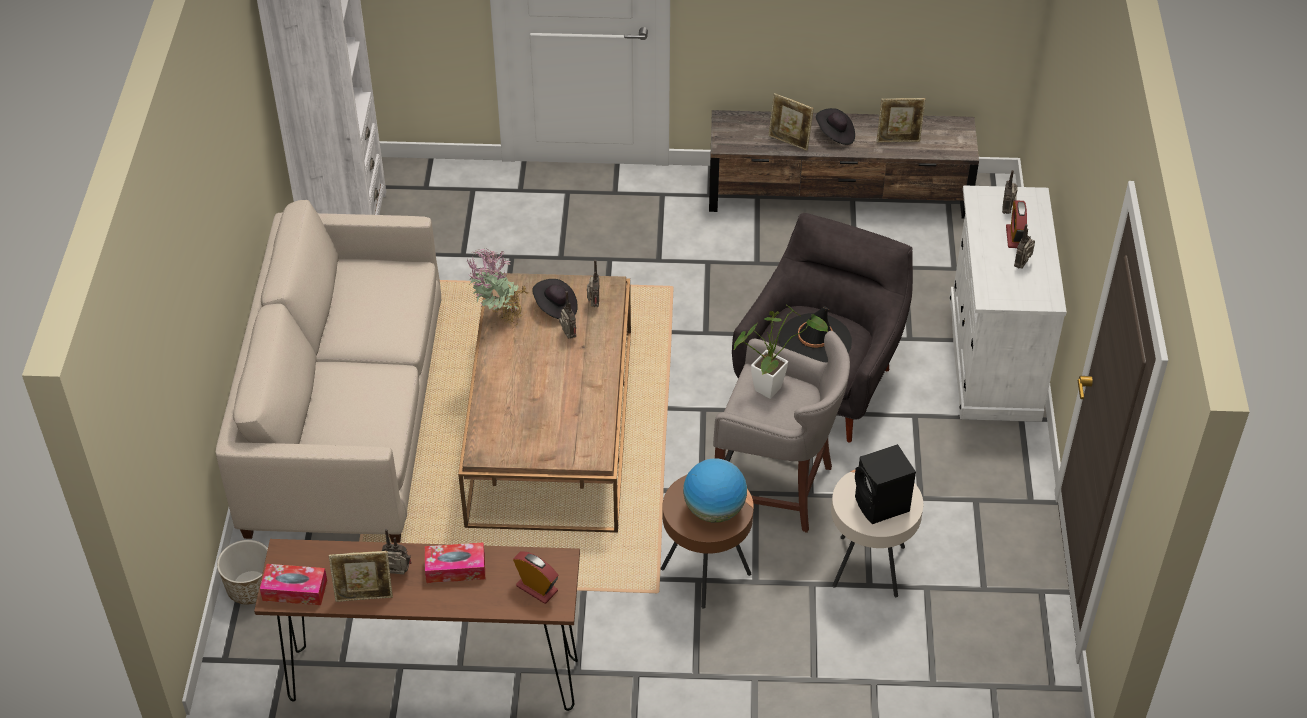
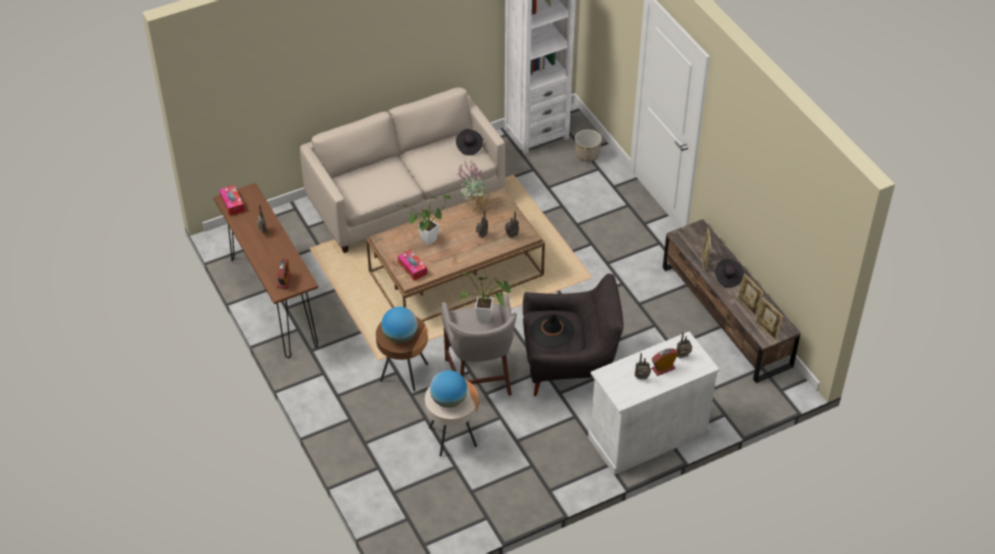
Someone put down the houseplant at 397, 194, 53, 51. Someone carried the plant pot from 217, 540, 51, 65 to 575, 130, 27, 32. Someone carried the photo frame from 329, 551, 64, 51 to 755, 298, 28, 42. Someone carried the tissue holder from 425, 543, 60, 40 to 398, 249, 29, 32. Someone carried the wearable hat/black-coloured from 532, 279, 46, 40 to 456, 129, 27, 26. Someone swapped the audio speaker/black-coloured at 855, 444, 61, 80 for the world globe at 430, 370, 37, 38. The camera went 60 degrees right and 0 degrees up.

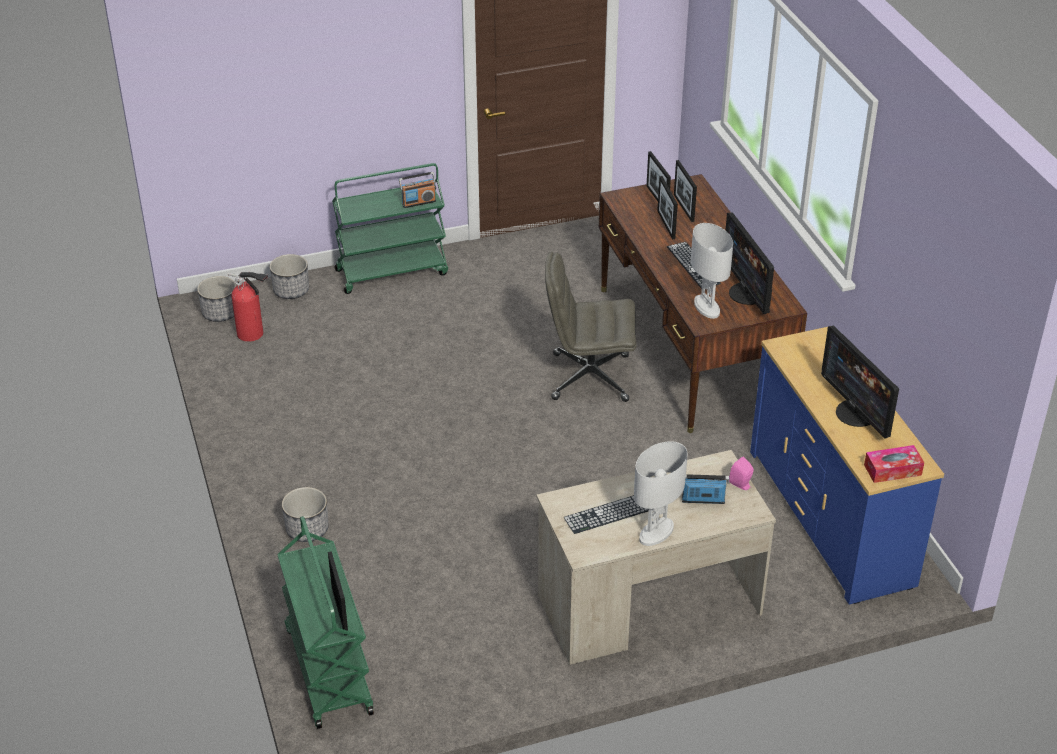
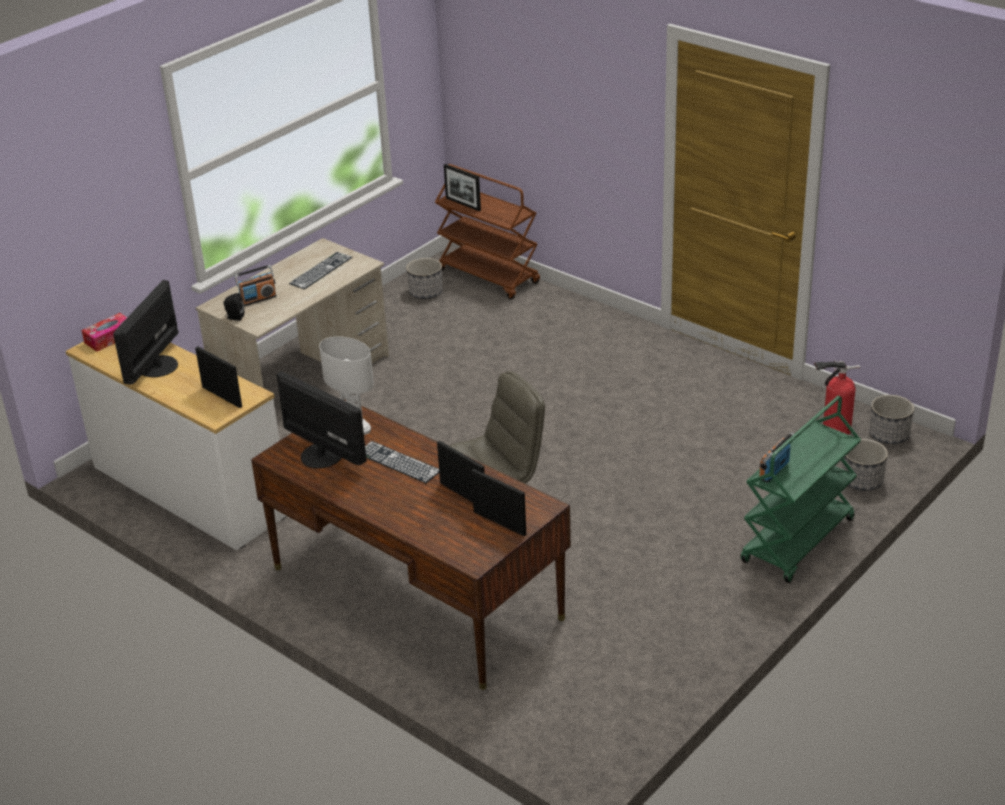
Someone took away the lamp for a table/whitish at 634, 441, 53, 105. Someone carried the plant pot from 282, 487, 46, 55 to 406, 258, 37, 41. Someone carried the photo frame from 674, 160, 23, 62 to 195, 347, 47, 61. Someone repainted the wheeled cart/green at 277, 516, 97, 213, which became the wheeled cart/brownish at 435, 164, 105, 136. Someone repainted the audio speaker/pink-coloured at 729, 456, 25, 34, which became the audio speaker/black-coloured at 224, 293, 20, 28. Someone repainted the dresser/bluish at 750, 326, 194, 278, which became the dresser/whitish at 66, 341, 220, 210. Someone rotated the computer display at 821, 326, 78, 113 by 105 degrees counterclockwise. The camera went 150 degrees right and 5 degrees down.

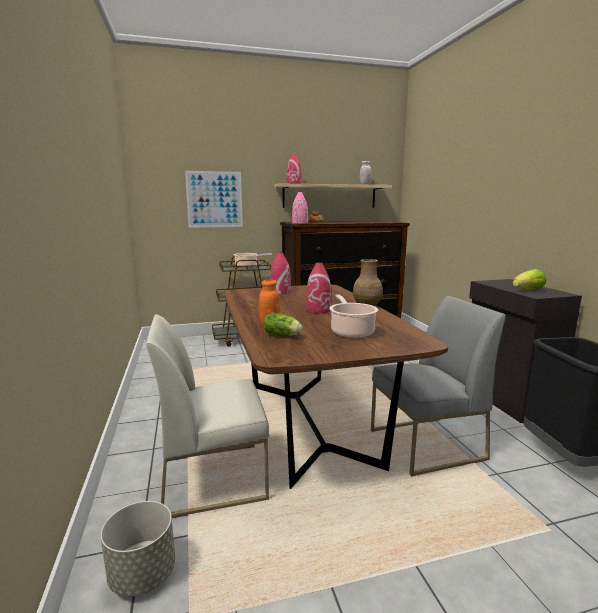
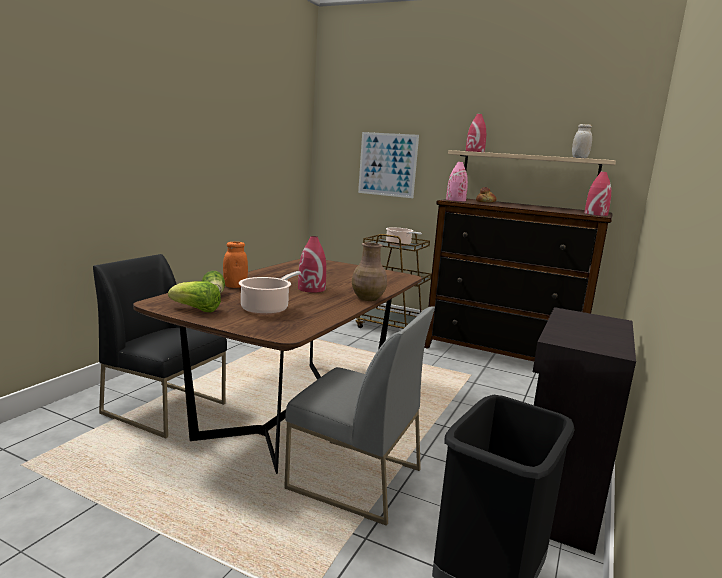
Someone took away the plant pot/gray at 101, 501, 74, 96. Someone carried the flower vase/reddish from 270, 252, 21, 42 to 585, 172, 26, 44. Someone carried the lettuce from 513, 269, 33, 21 to 168, 281, 53, 31. Someone repainted the upright chair/whitish at 146, 314, 123, 204, which became the upright chair/black-coloured at 93, 254, 134, 184. The camera went 40 degrees right and 0 degrees up.

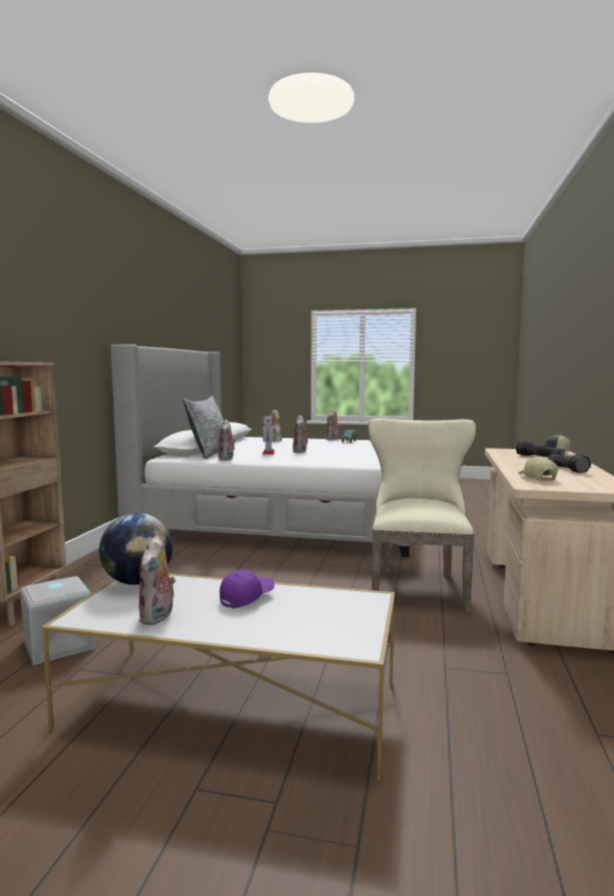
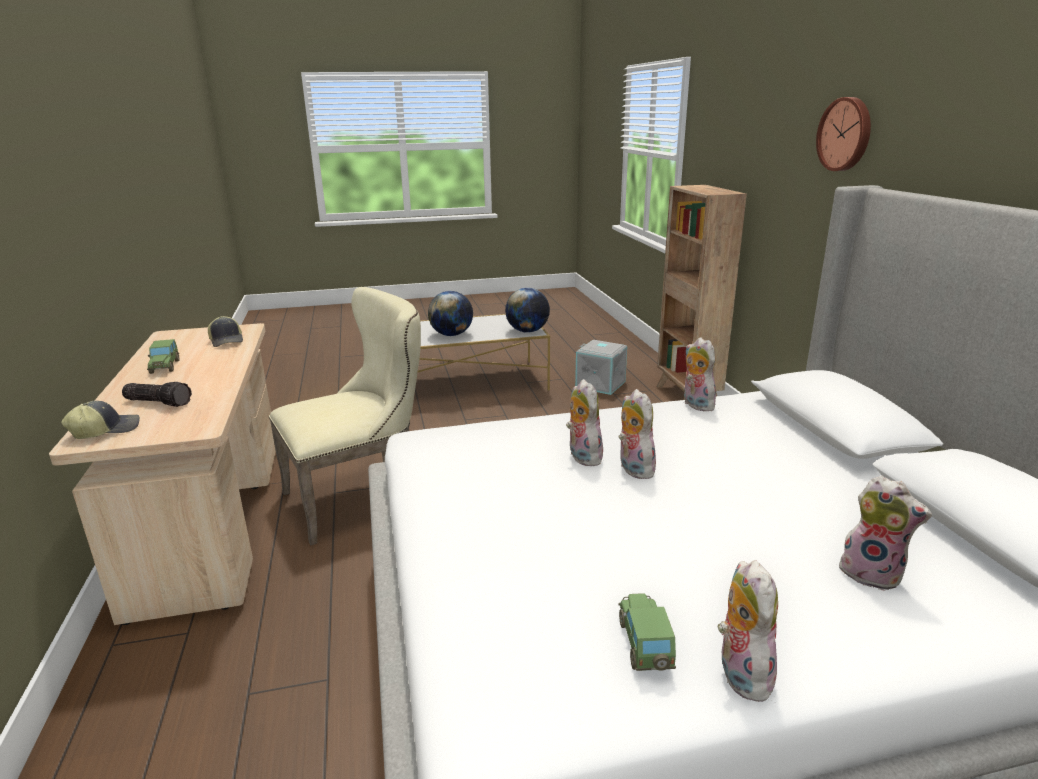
Someone took away the throw pillow at 183, 396, 41, 63. Someone took away the robot figure at 262, 416, 13, 38. Someone put up the wall clock at 816, 97, 55, 74. Someone carried the soft toy from 139, 536, 37, 89 to 566, 379, 37, 87. Someone swapped the cap/purple-coloured at 220, 569, 54, 39 for the world globe at 428, 291, 45, 45. Someone swapped the hand torch at 548, 454, 43, 19 for the model car at 147, 339, 32, 35. Someone rotated the upright chair/sand-coloured at 368, 418, 108, 195 by 105 degrees counterclockwise. The camera went 155 degrees right and 15 degrees up.

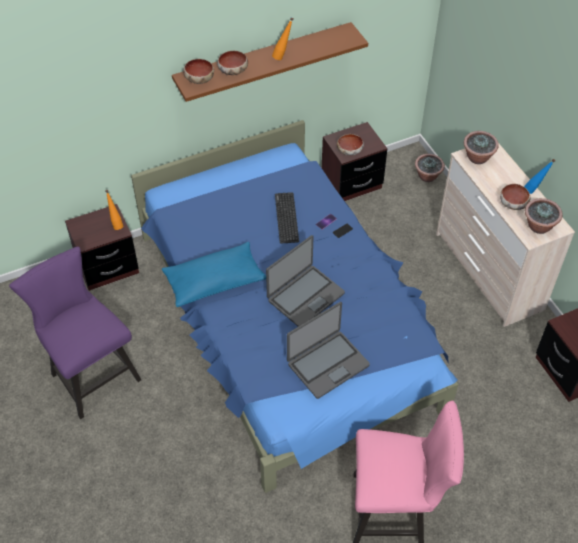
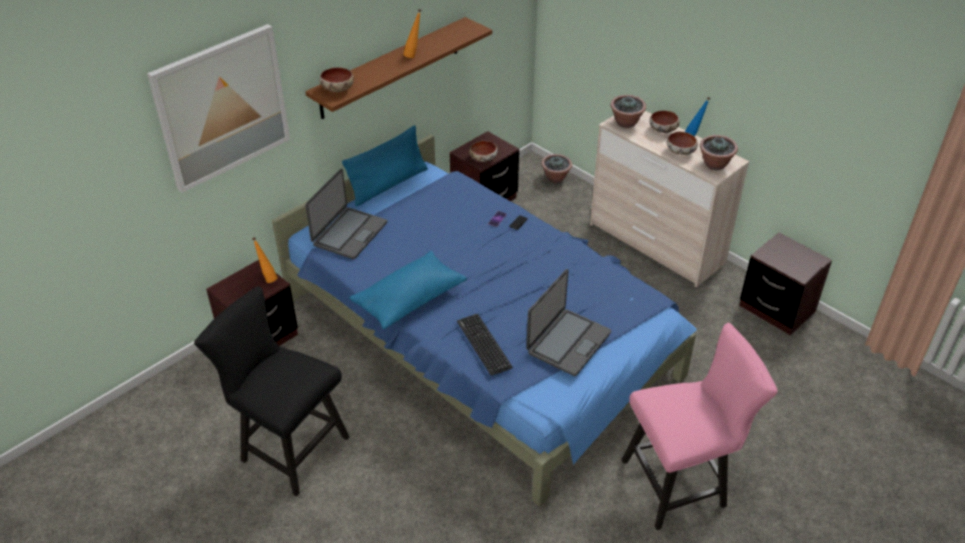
Someone put up the picture at 147, 24, 143, 169. Someone put down the throw pillow/bluish at 342, 125, 86, 82. Someone carried the bowl from 217, 51, 31, 24 to 649, 110, 31, 23. Someone carried the notebook computer from 266, 235, 79, 92 to 305, 169, 82, 90. Someone carried the keyboard from 275, 192, 24, 52 to 457, 314, 56, 62. Someone repainted the upright chair/purple-coloured at 9, 246, 132, 173, which became the upright chair/black-coloured at 194, 286, 155, 211. The camera went 20 degrees left and 10 degrees down.

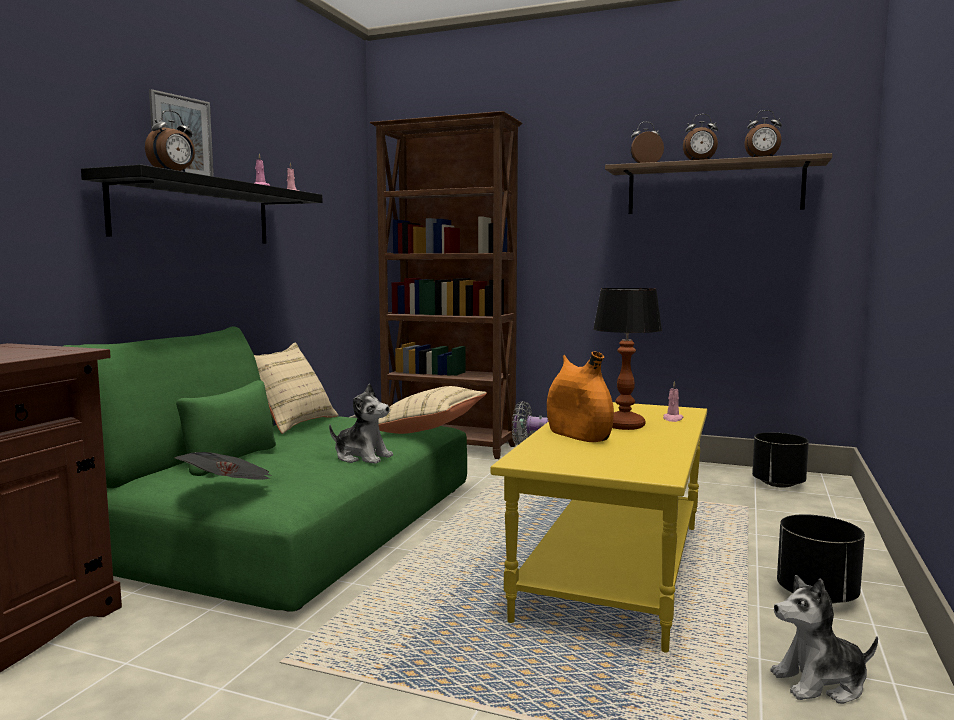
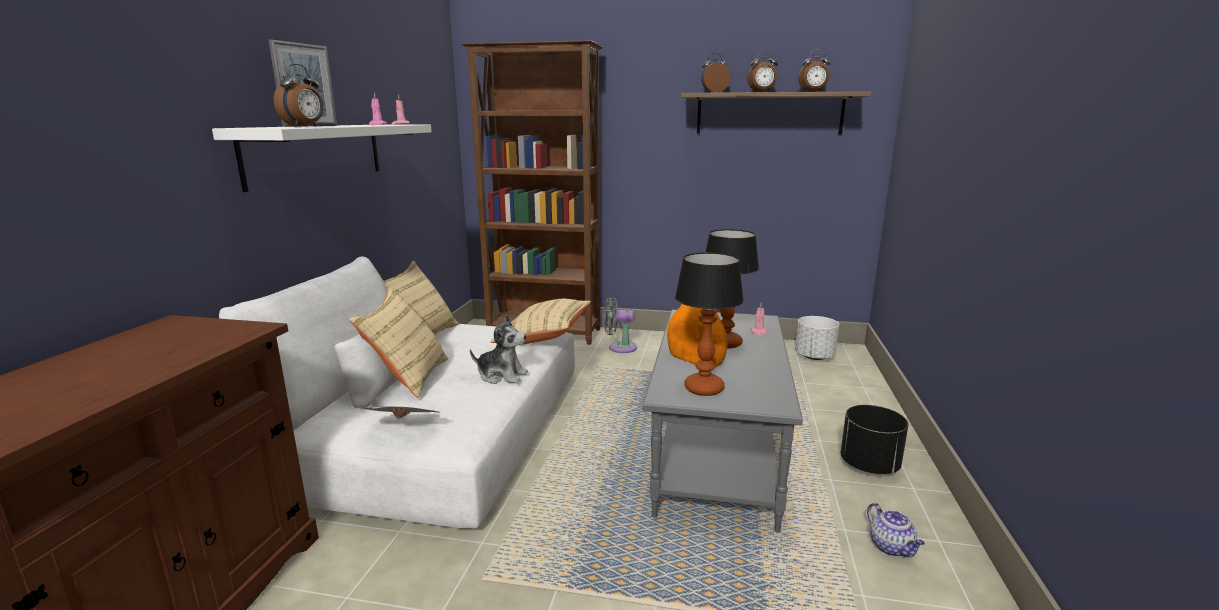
Someone put down the throw pillow/sand-coloured at 349, 288, 100, 110. Someone put down the lamp for a table at 675, 252, 69, 144. Someone swapped the soft toy at 771, 575, 107, 129 for the tea pot at 867, 503, 58, 54. Someone repainted the sofa/green at 63, 326, 404, 286, which became the sofa/whitish at 219, 256, 356, 273. Someone repainted the shelf/black-coloured at 81, 165, 242, 79, which became the shelf/whitish at 212, 124, 220, 68. Someone repainted the coffee table/yellow-coloured at 491, 402, 216, 250, which became the coffee table/gray at 642, 310, 161, 223. Someone repainted the plant pot/black-coloured at 752, 432, 57, 56, which became the plant pot/whitish at 795, 316, 44, 44. The camera went 10 degrees left and 10 degrees up.

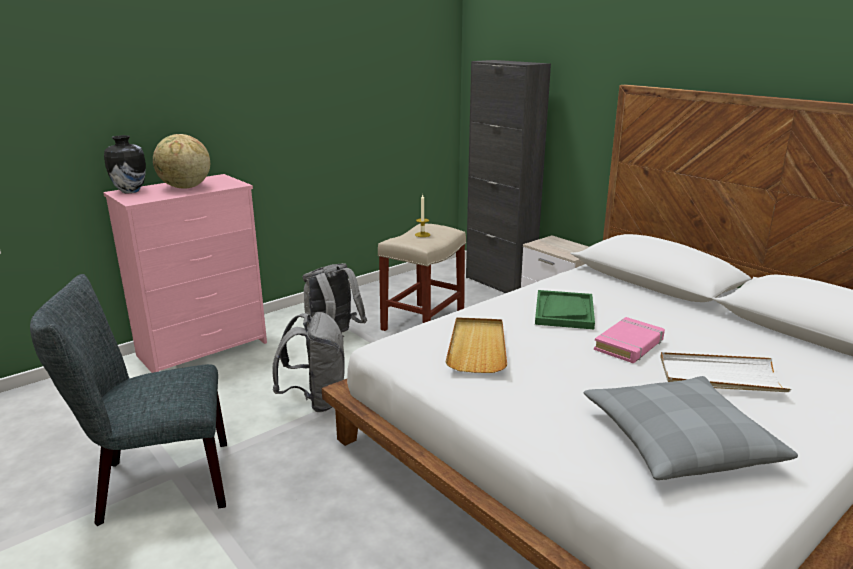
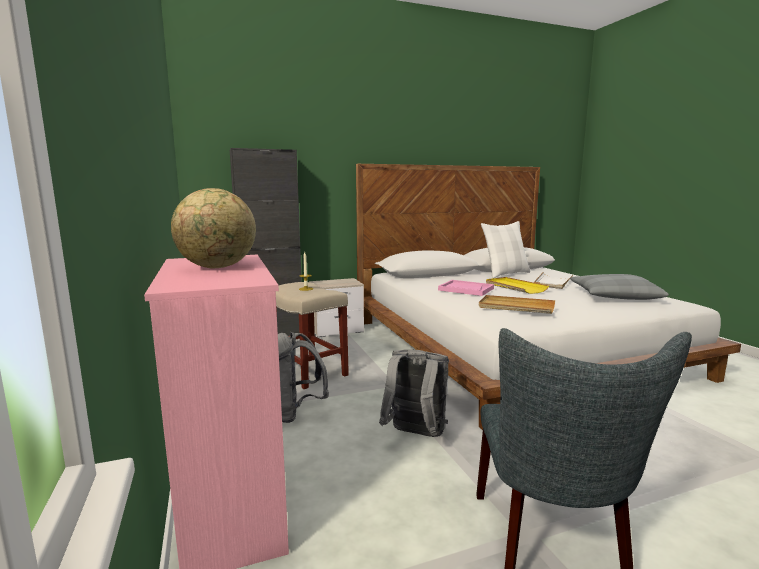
Someone took away the flower vase at 104, 135, 42, 58. Someone put down the throw pillow/whitish at 481, 221, 49, 57. Someone swapped the volume/pink-coloured at 594, 317, 71, 46 for the serving tray/yellow-coloured at 486, 277, 63, 17. Someone repainted the serving tray/green at 535, 290, 60, 39, which became the serving tray/pink-coloured at 438, 280, 56, 16. The camera went 70 degrees left and 10 degrees down.

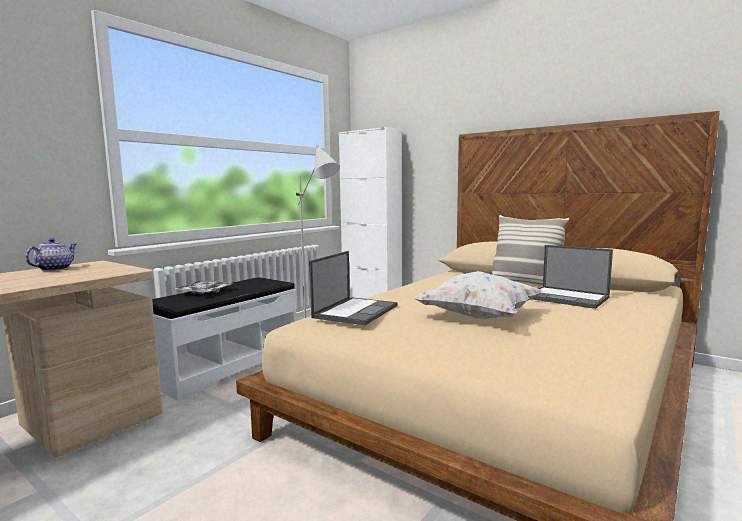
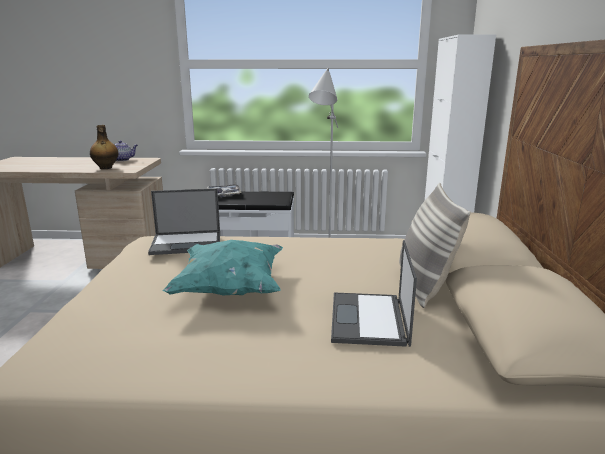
Someone put down the beverage bottle at 90, 125, 28, 44. Someone repainted the throw pillow/whitish at 413, 271, 130, 48, which became the throw pillow/blue-green at 163, 240, 120, 56. The camera went 55 degrees right and 10 degrees up.

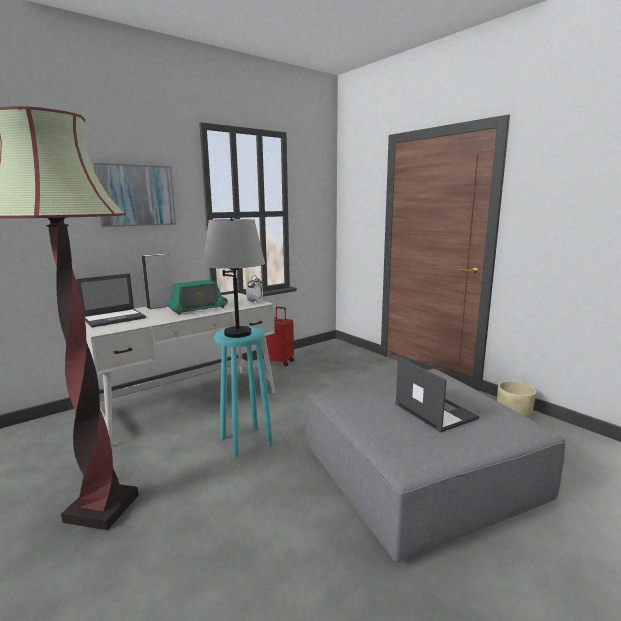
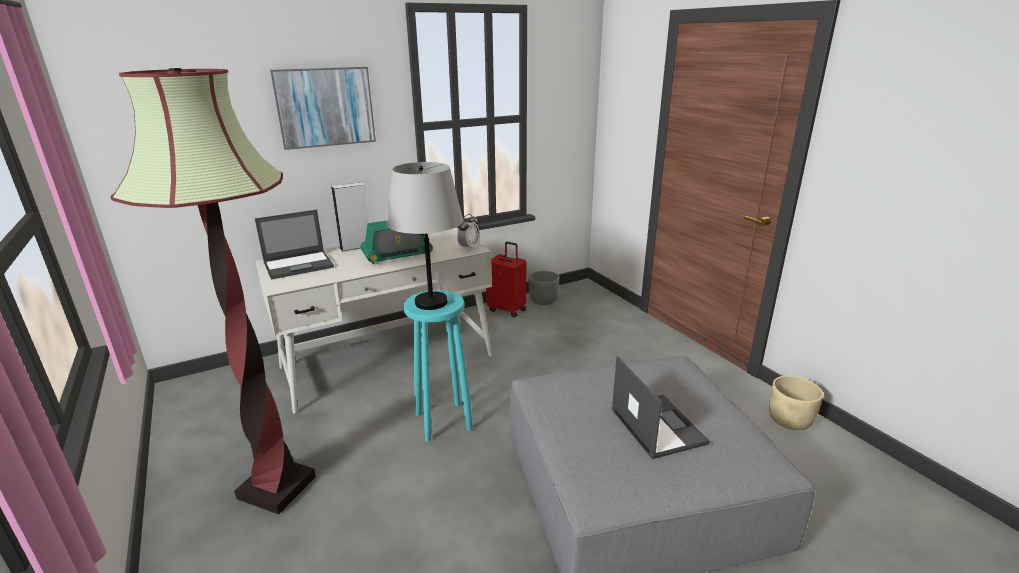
Someone put down the plant pot/gray at 529, 270, 30, 35. The camera went 10 degrees right and 10 degrees up.

